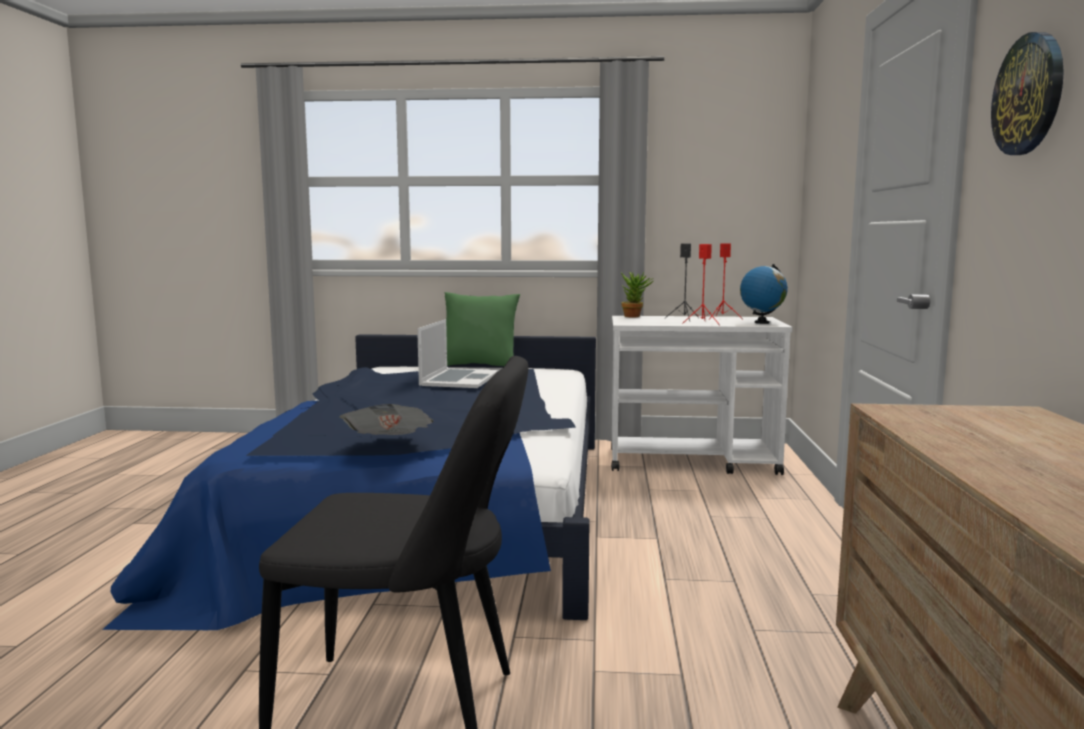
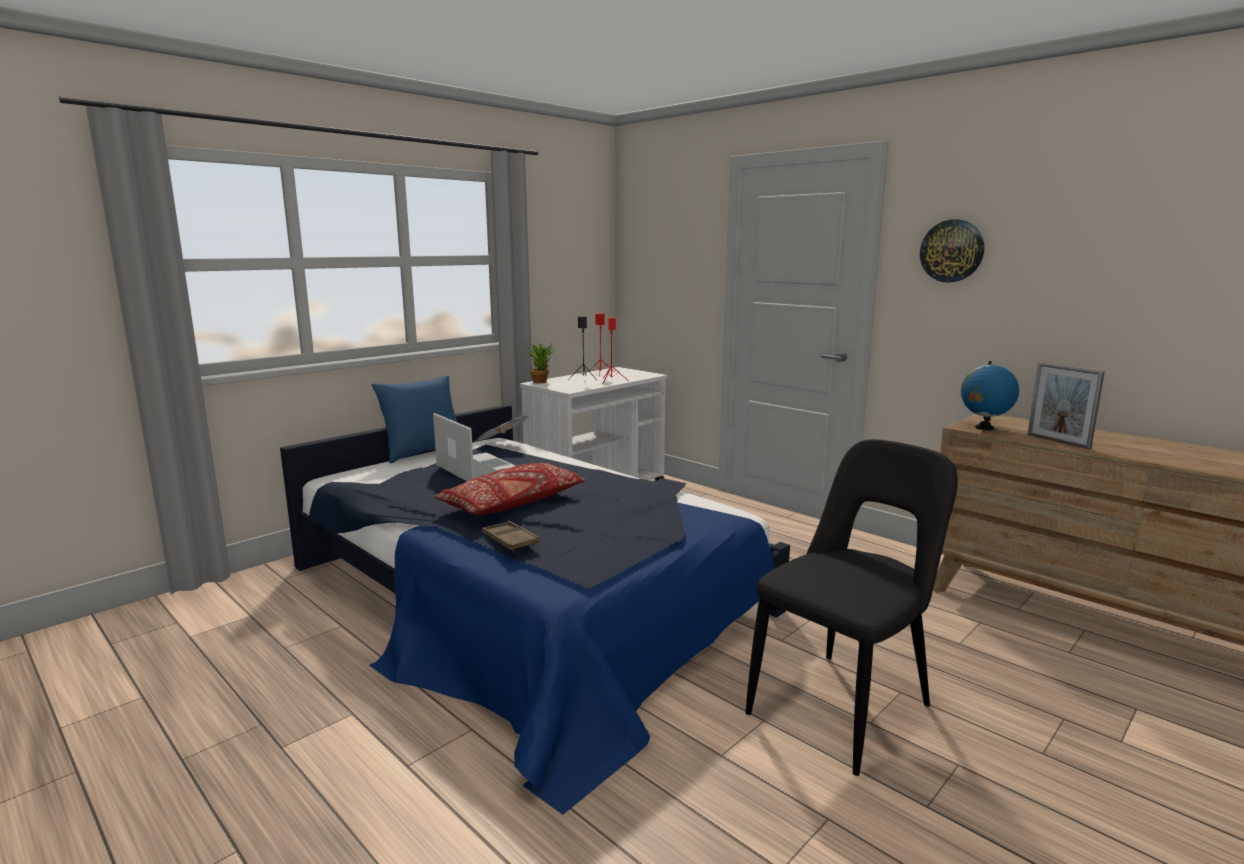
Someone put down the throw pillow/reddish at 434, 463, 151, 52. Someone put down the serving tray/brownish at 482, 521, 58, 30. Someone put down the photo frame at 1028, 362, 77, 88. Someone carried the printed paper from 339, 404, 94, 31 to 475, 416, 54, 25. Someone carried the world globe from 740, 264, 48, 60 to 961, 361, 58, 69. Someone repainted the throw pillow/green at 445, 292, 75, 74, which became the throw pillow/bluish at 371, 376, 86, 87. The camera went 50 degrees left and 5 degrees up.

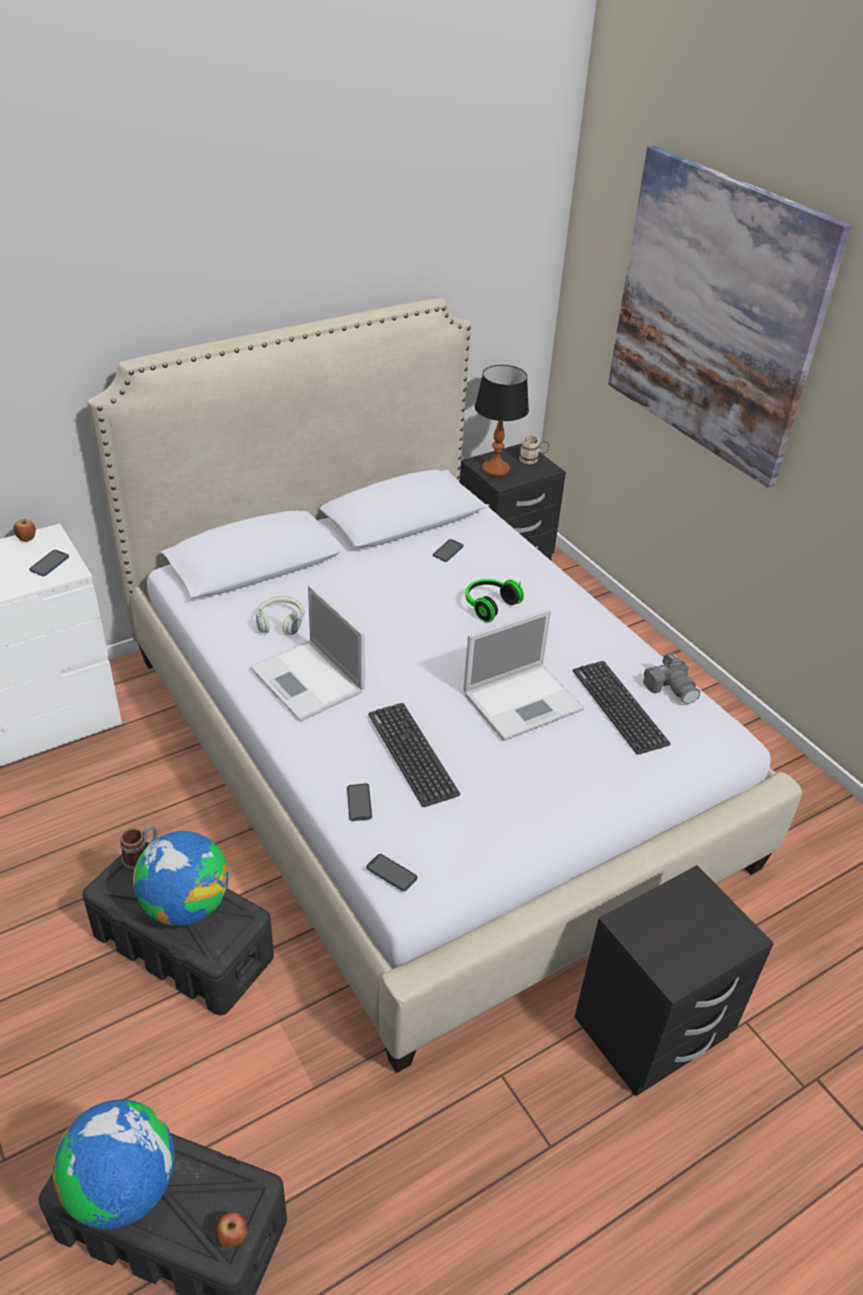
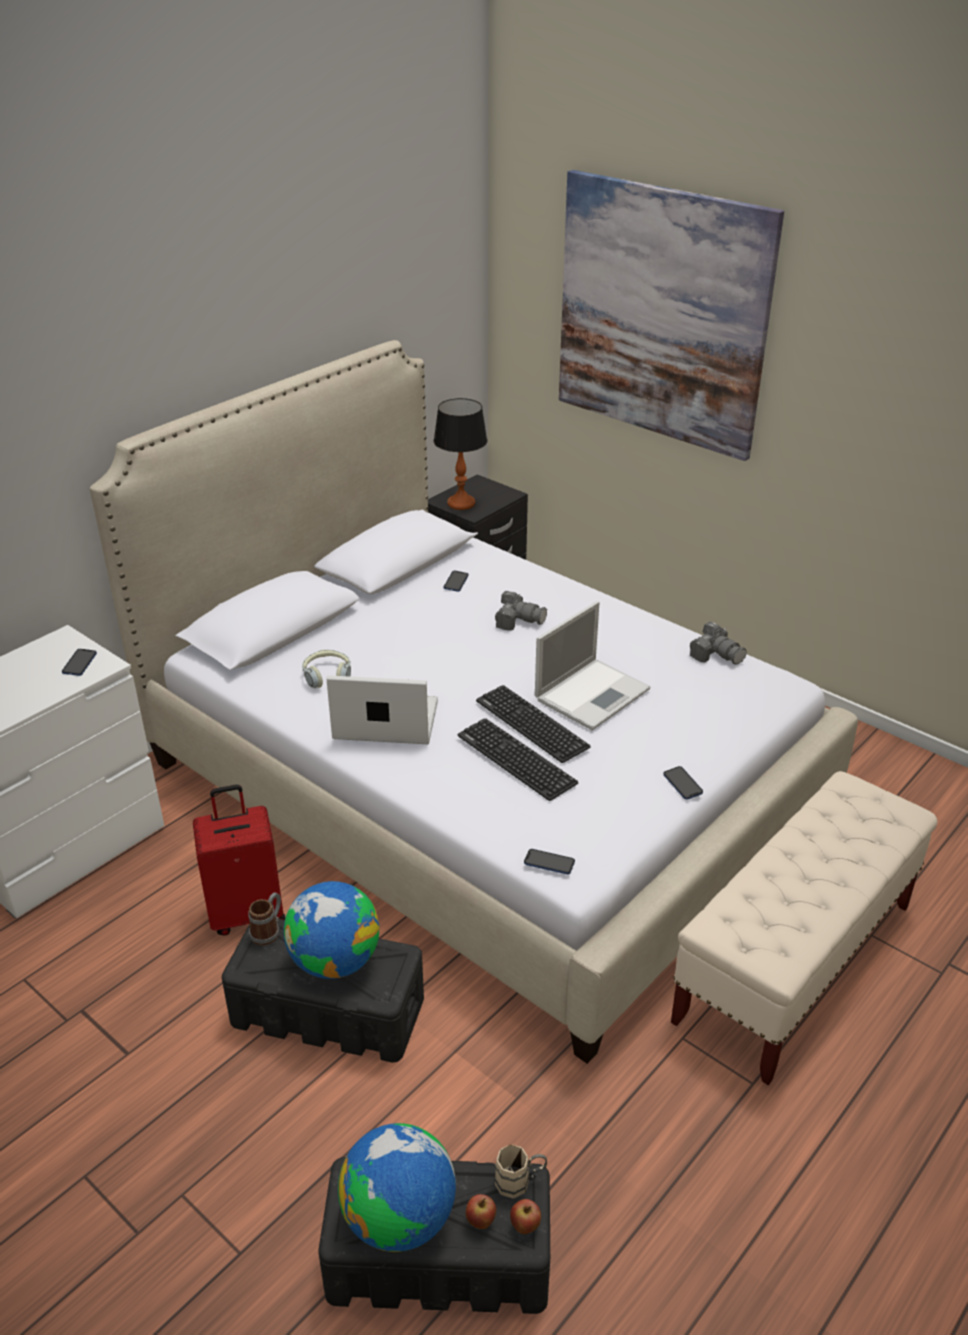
Someone put down the travel case/reddish at 193, 785, 92, 151. Someone carried the apple fruit from 13, 518, 23, 24 to 466, 1194, 30, 35. Someone carried the phone from 347, 783, 25, 38 to 663, 766, 40, 34. Someone carried the mug/sand-coloured from 519, 436, 30, 28 to 495, 1144, 52, 54. Someone carried the keyboard from 573, 661, 97, 94 to 476, 685, 114, 78. Someone swapped the headphones at 465, 579, 59, 43 for the photo camera at 495, 591, 52, 40. Someone swapped the nightstand/black-coloured at 575, 865, 199, 231 for the indoor bench/sand-coloured at 671, 771, 266, 314. Someone rotated the notebook computer at 250, 585, 115, 137 by 150 degrees clockwise. The camera went 15 degrees left and 5 degrees down.

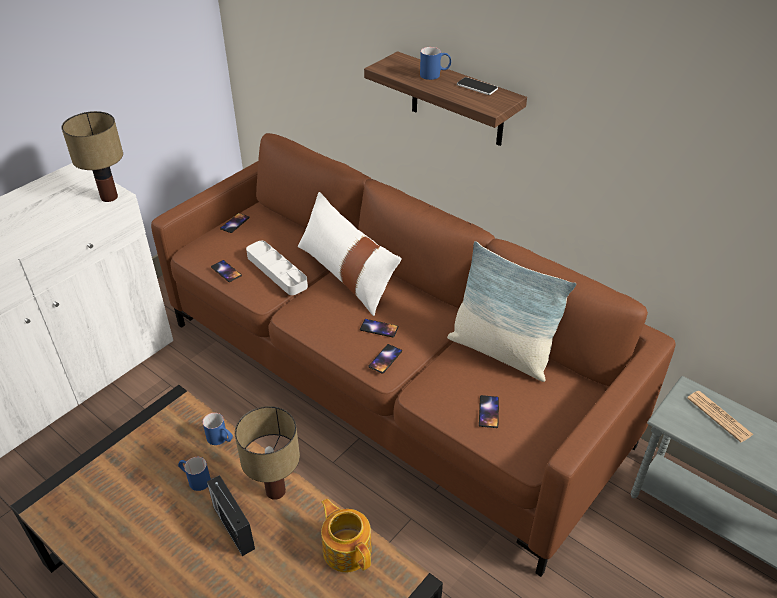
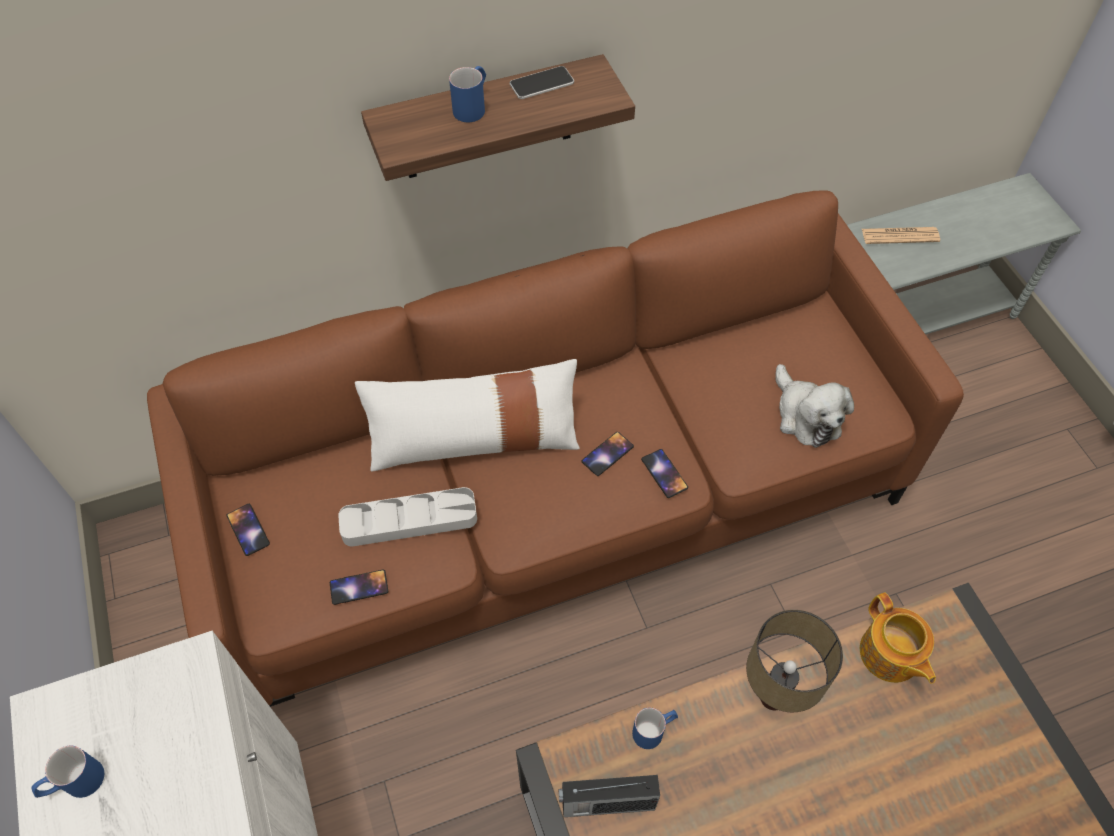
Someone took away the lamp for a table at 61, 111, 62, 91. Someone took away the throw pillow at 447, 241, 130, 141. Someone carried the mug/bluish from 178, 457, 33, 34 to 32, 746, 72, 52. Someone carried the radio from 207, 475, 48, 81 to 559, 775, 101, 42. Someone swapped the phone at 479, 395, 20, 33 for the soft toy at 775, 364, 79, 84. Someone rotated the tea pot at 321, 499, 51, 73 by 105 degrees counterclockwise. The camera went 60 degrees left and 15 degrees up.

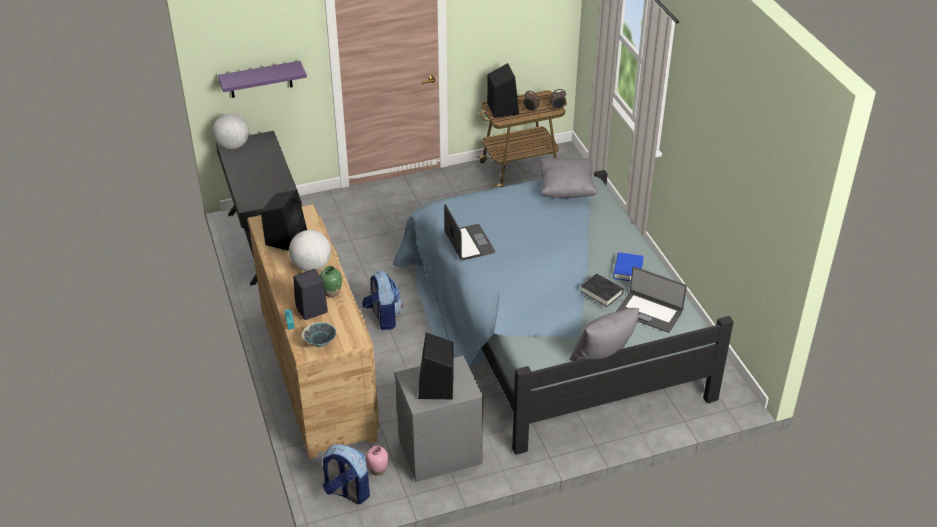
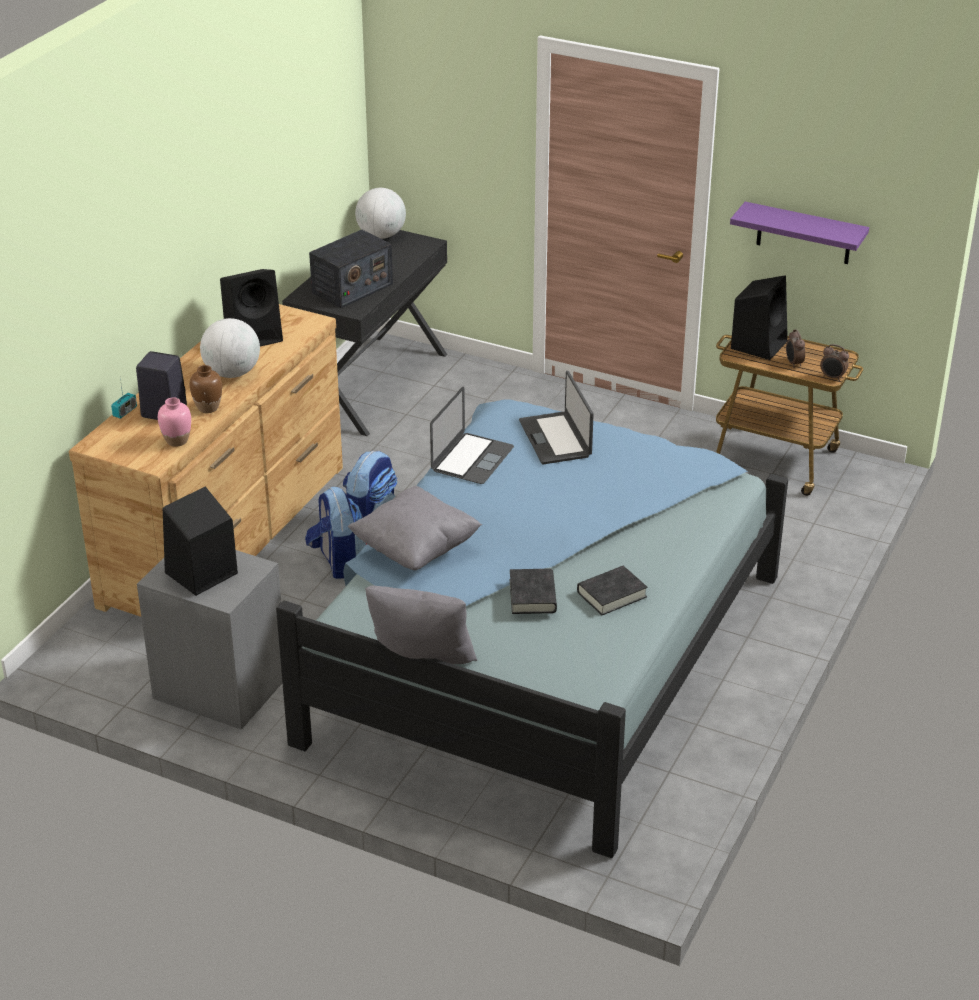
Someone took away the bowl at 302, 322, 34, 26. Someone put down the radio at 309, 229, 84, 79. Someone carried the shelf/purple-coloured from 218, 61, 89, 37 to 730, 202, 139, 62. Someone carried the rucksack from 322, 444, 48, 60 to 305, 487, 61, 92. Someone carried the flower vase/pink-coloured from 366, 445, 22, 31 to 158, 397, 33, 50. Someone carried the throw pillow/gray from 539, 158, 58, 40 to 347, 486, 135, 84. Someone carried the notebook computer from 616, 266, 71, 67 to 519, 371, 75, 93. Someone repainted the flower vase/green at 320, 266, 22, 32, which became the flower vase/brownish at 190, 365, 32, 48. Someone repainted the volume/bluish at 613, 252, 31, 29, which became the volume/black-coloured at 577, 566, 71, 49. The camera went 45 degrees right and 5 degrees down.

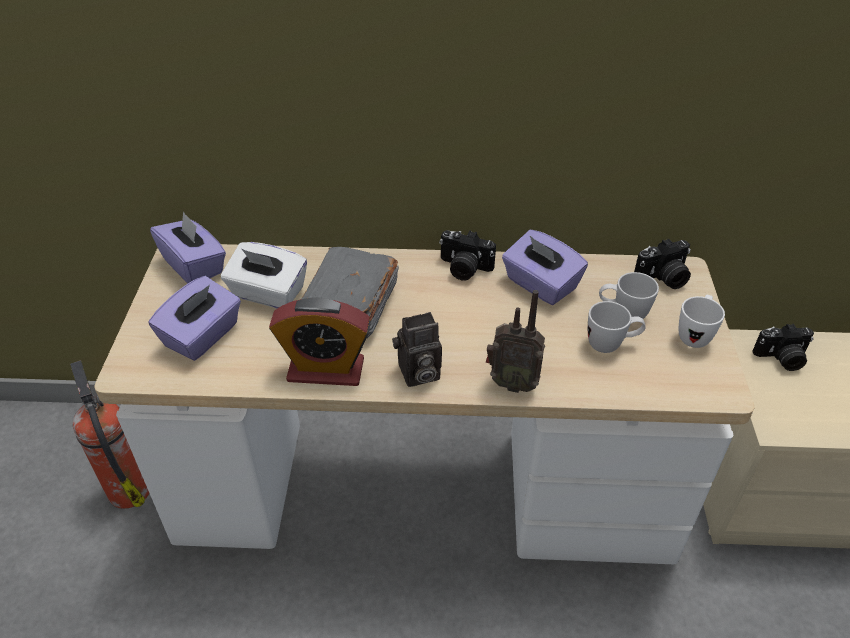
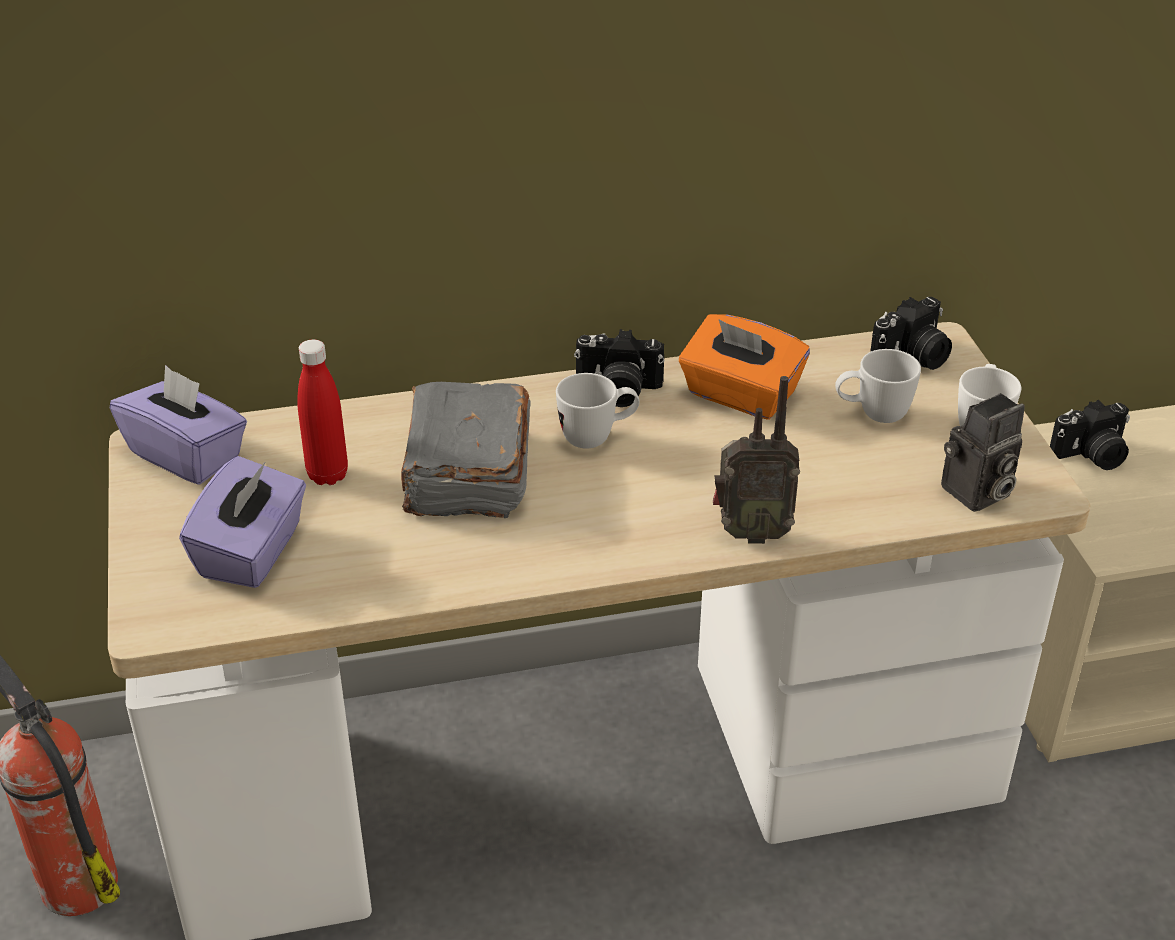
Someone took away the table clock at 269, 297, 102, 89. Someone carried the photo camera from 392, 312, 50, 75 to 941, 393, 84, 119. Someone carried the mug/whitish from 588, 301, 58, 52 to 556, 373, 84, 76. Someone swapped the tissue holder/whitish at 221, 242, 86, 67 for the beverage bottle/reddish at 297, 339, 51, 146. Someone repainted the tissue holder/purple-coloured at 502, 230, 86, 75, which became the tissue holder/orange at 679, 314, 131, 106. The camera went 15 degrees left and 5 degrees down.

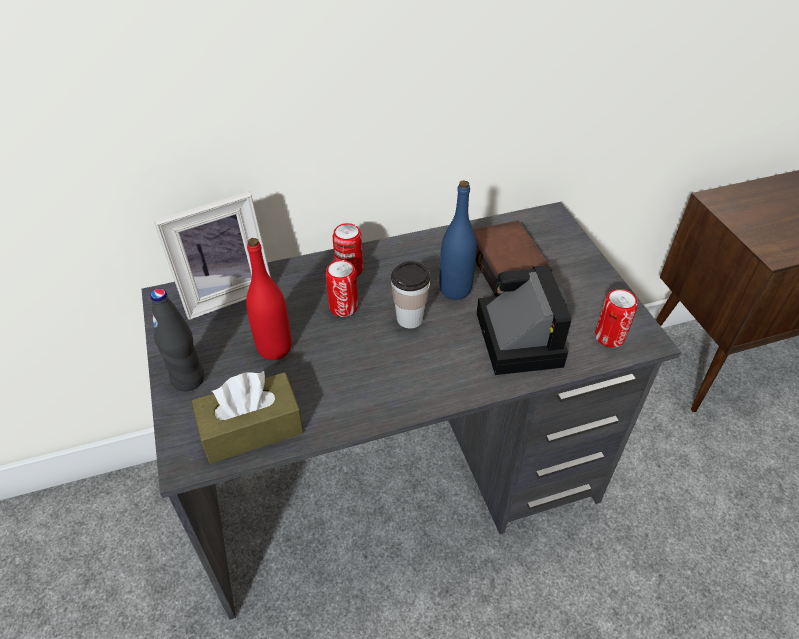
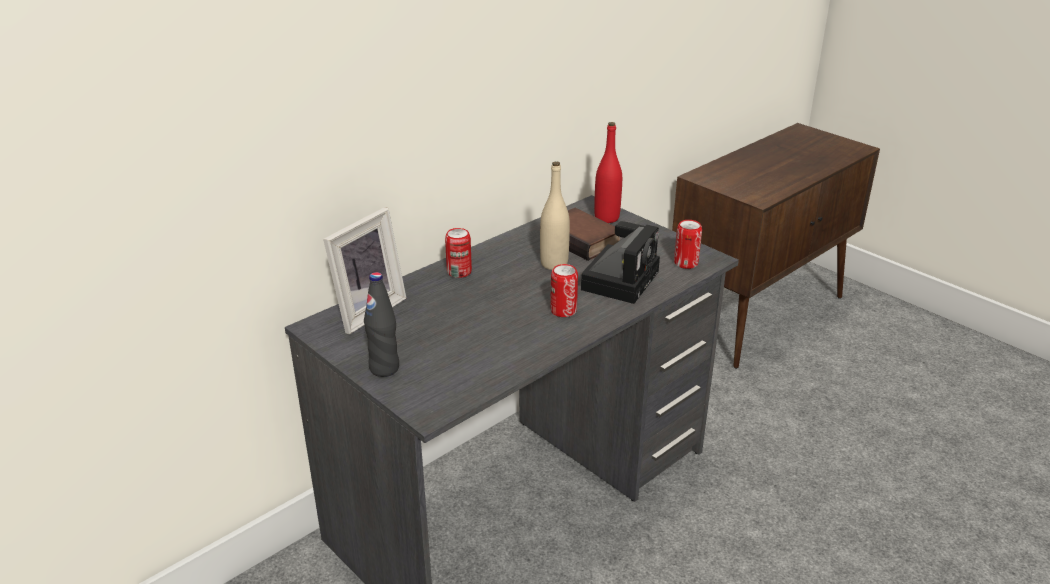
Someone took away the tissue holder/brownish at 191, 371, 113, 93. Someone took away the cup at 391, 261, 39, 67. Someone carried the beverage bottle/reddish from 246, 238, 46, 122 to 594, 122, 28, 101. Someone carried the metal can from 325, 260, 33, 57 to 550, 264, 28, 53. Someone repainted the beverage bottle/bluish at 440, 180, 37, 120, which became the beverage bottle/sand-coloured at 540, 162, 30, 108. Someone rotated the photo camera at 476, 265, 95, 110 by 60 degrees clockwise. The camera went 25 degrees left and 15 degrees down.

